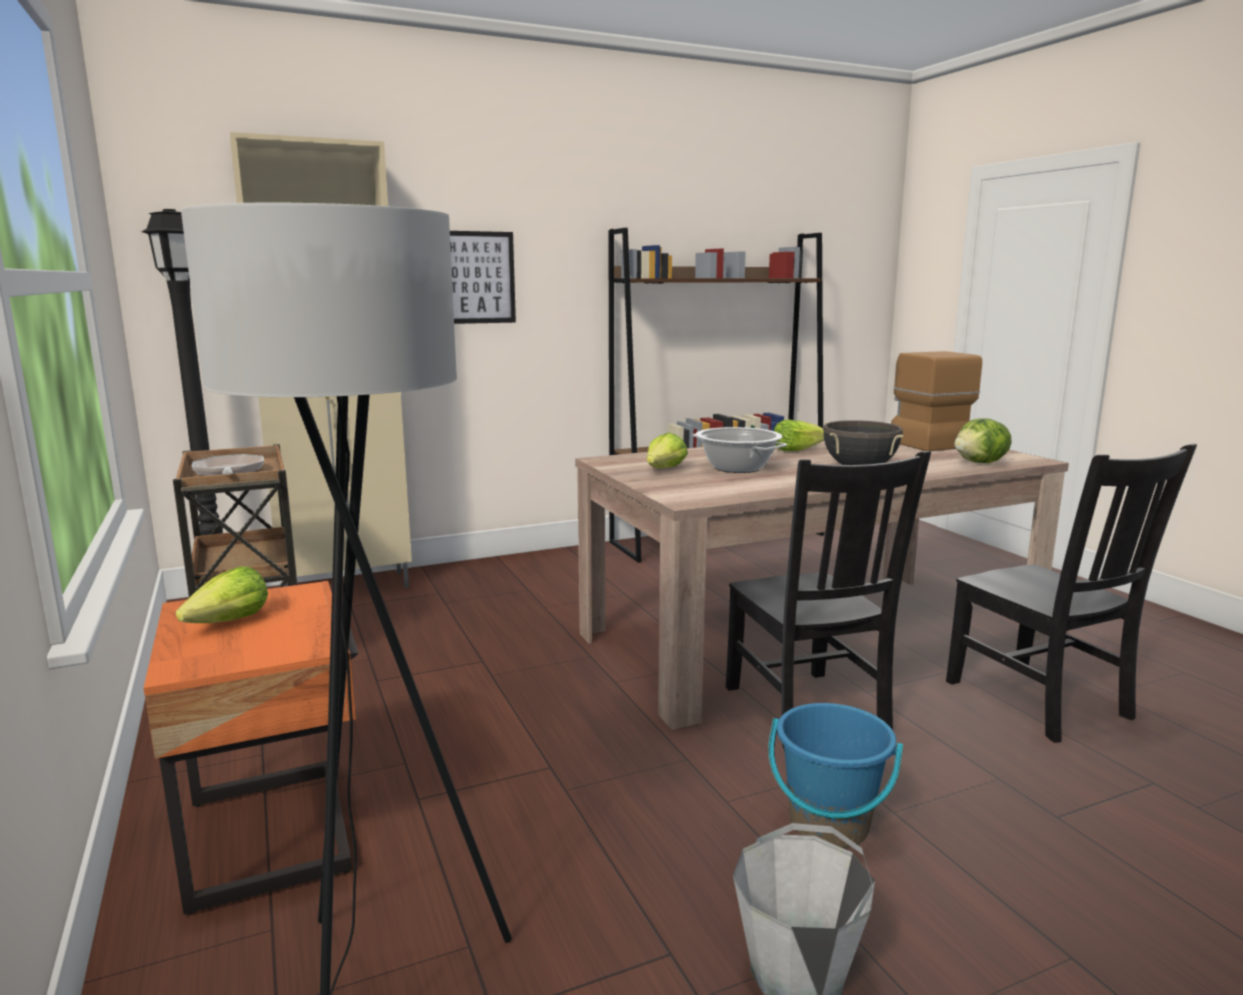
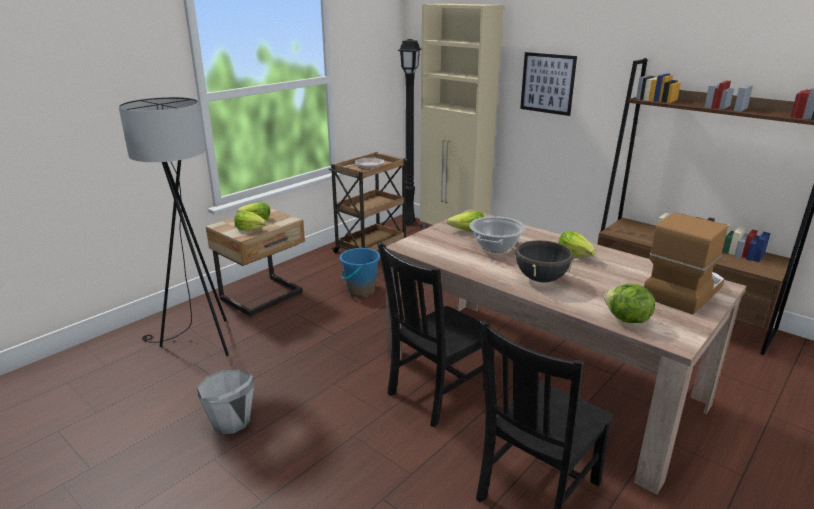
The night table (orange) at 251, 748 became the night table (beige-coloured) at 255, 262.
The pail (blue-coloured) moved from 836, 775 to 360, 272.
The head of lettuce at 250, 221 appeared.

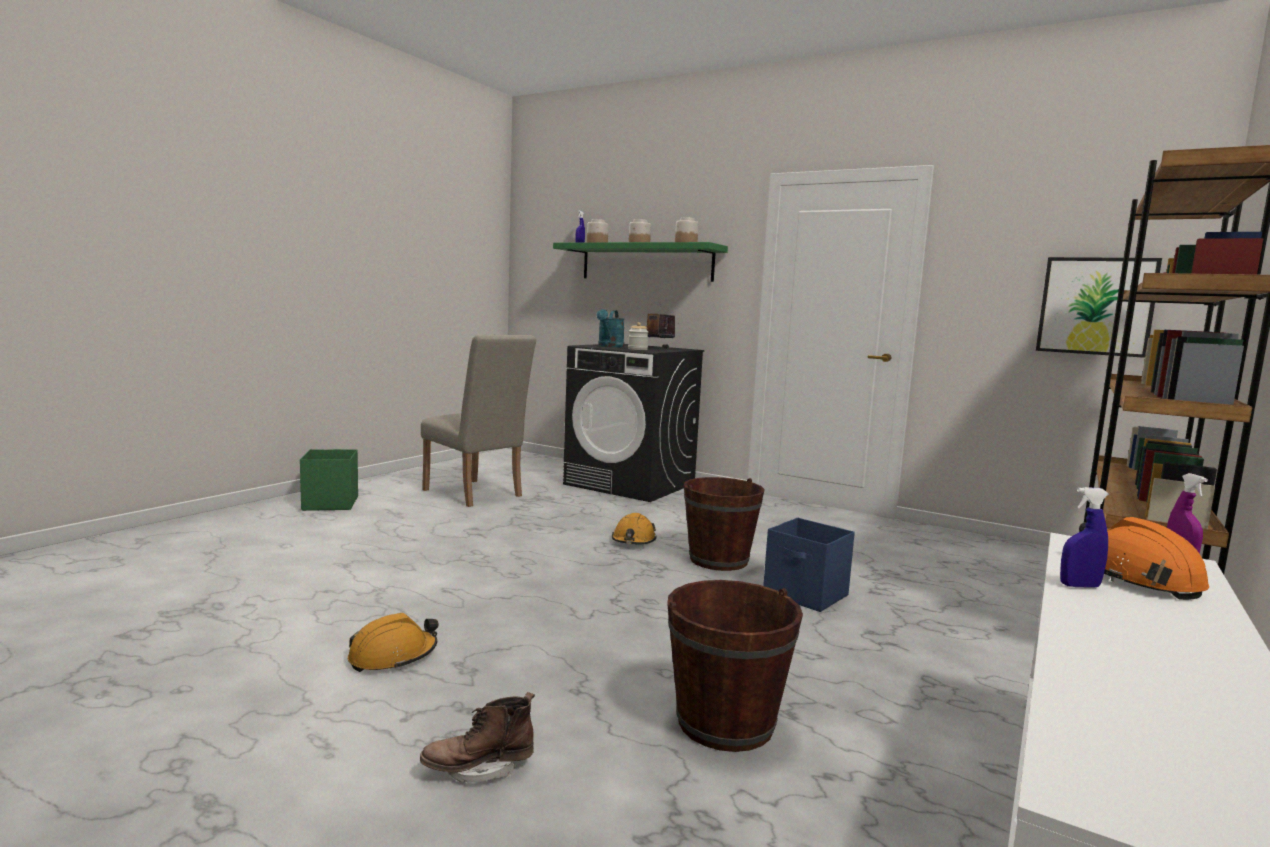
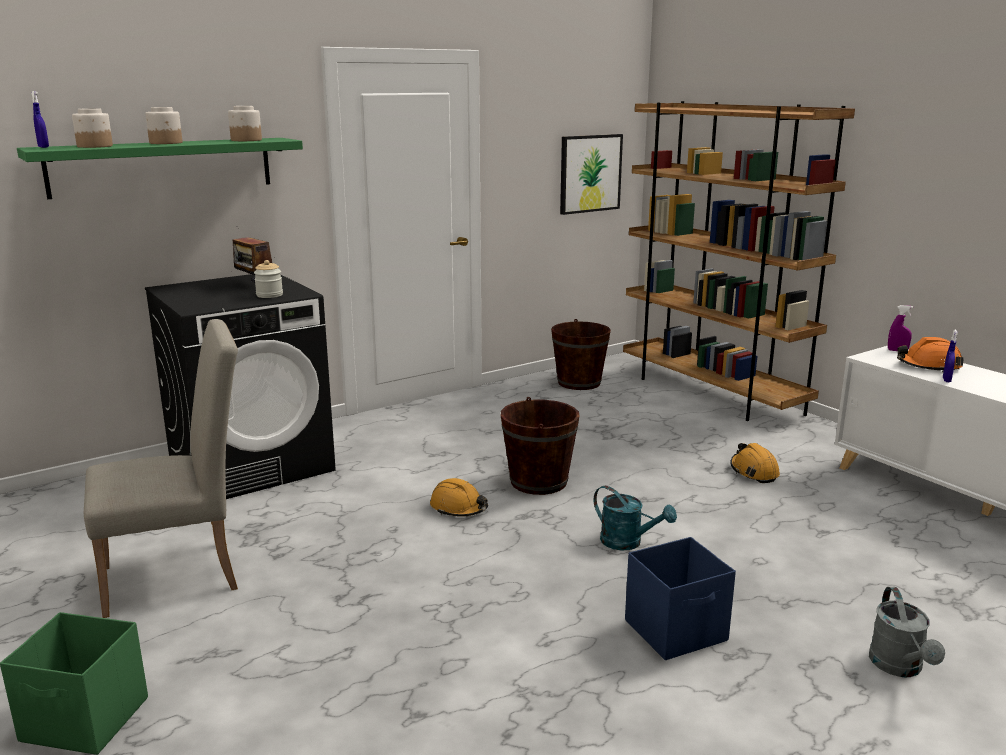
The watering can (turquoise-coloured) moved from 610, 328 to 635, 518.
The storage bin (blue-coloured) moved from 809, 565 to 680, 598.
The pail (brown) moved from 735, 666 to 581, 354.
The work helmet (orange) moved from 393, 642 to 755, 463.
The tall boot (brown) at 477, 737 was replaced by the watering can (greyish) at 907, 632.

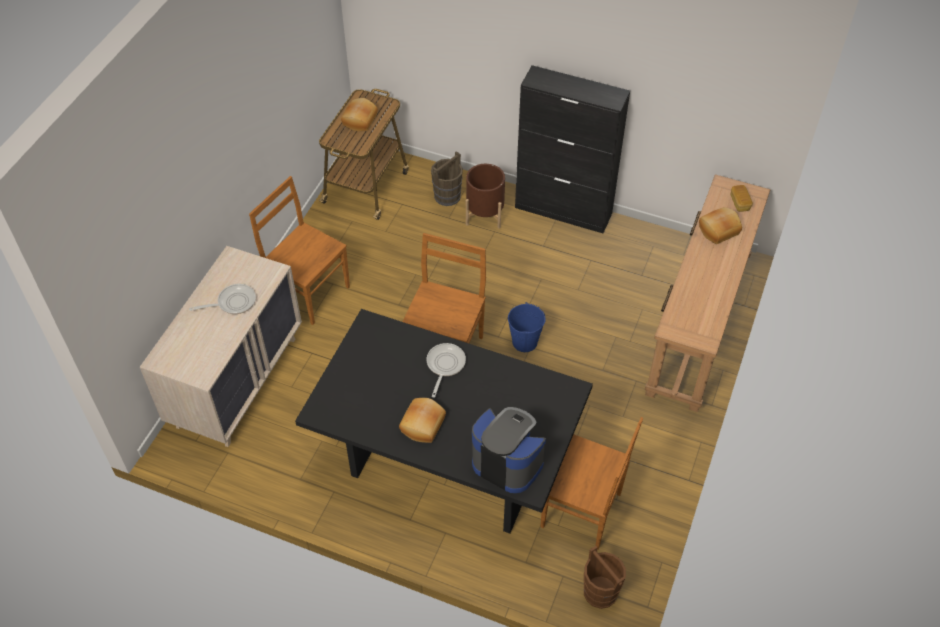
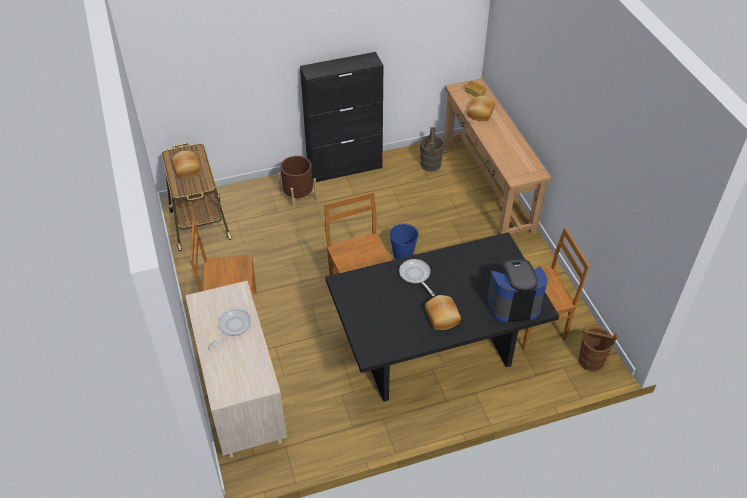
The pail (brown) moved from 447, 178 to 432, 149.

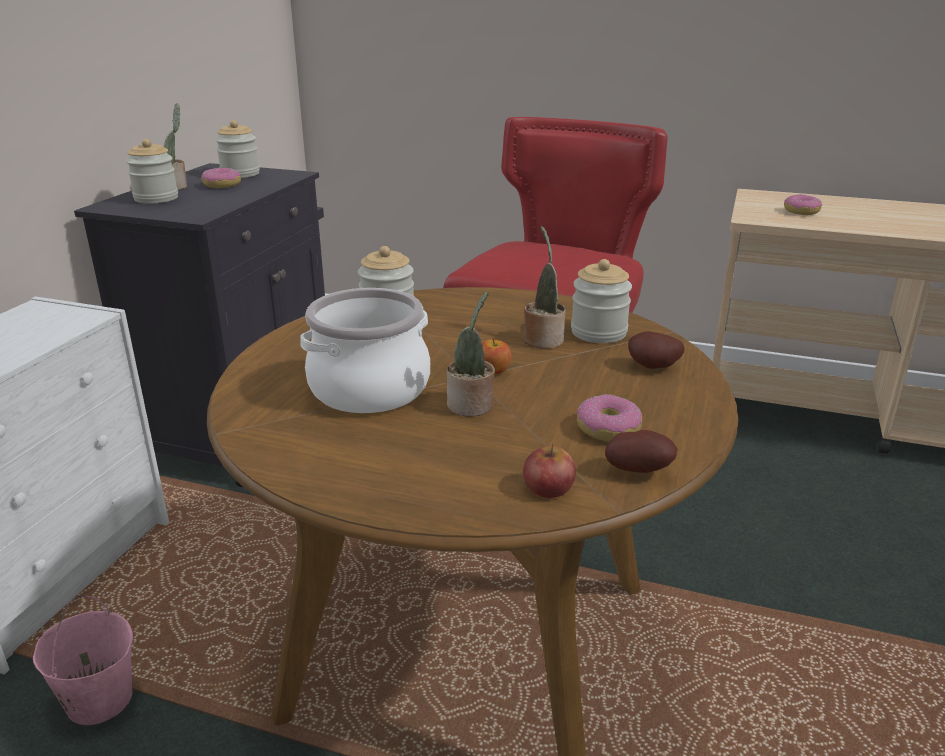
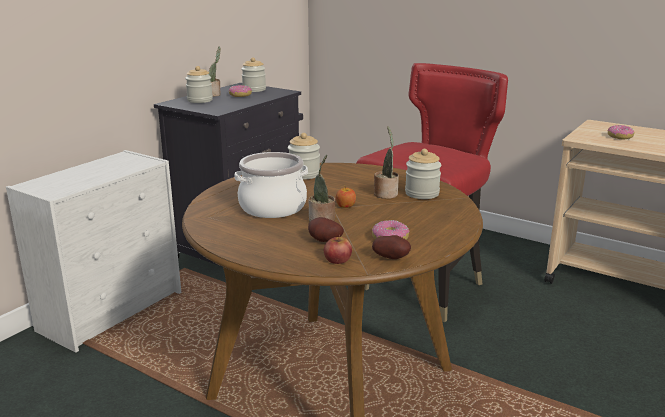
The potato moved from 656, 350 to 326, 229.
The pail (pink-coloured) at 83, 660 disappeared.

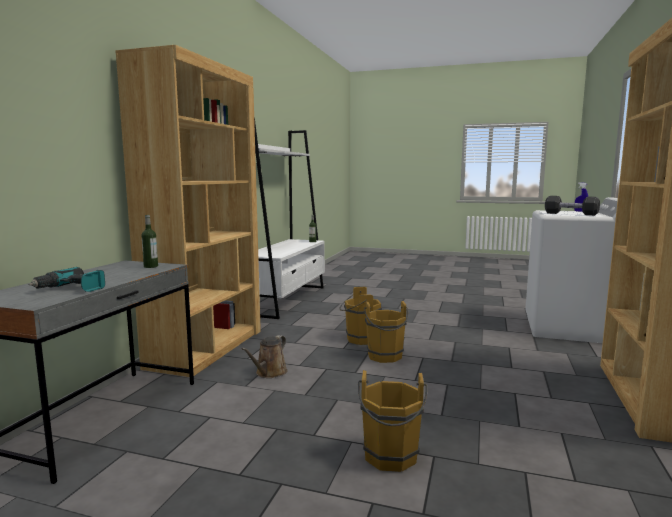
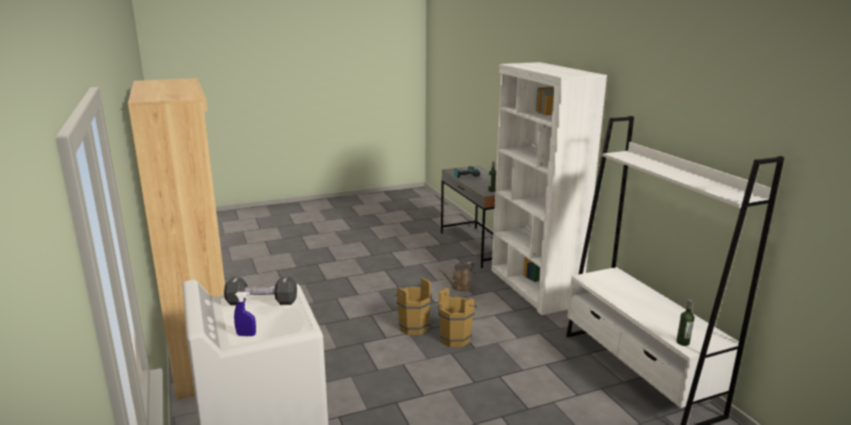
The bookshelf (brown) at 188, 211 became the bookshelf (white) at 549, 188.
The watering can (brown) at 264, 356 turned 120 degrees counterclockwise.
The pail (brown) at 392, 421 disappeared.

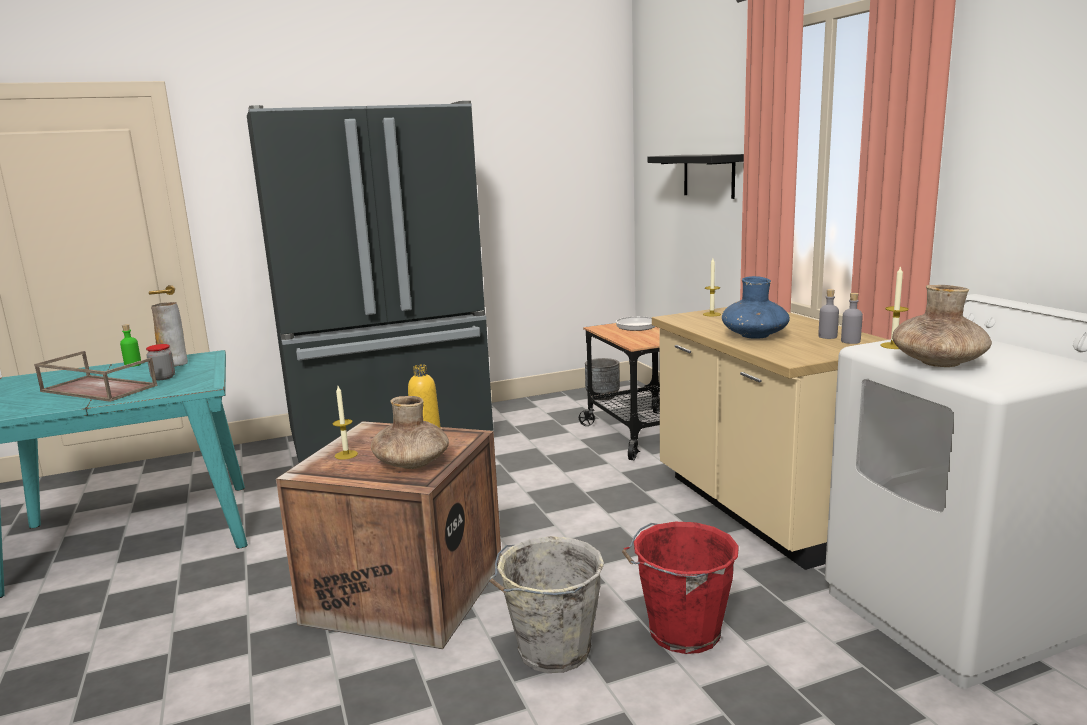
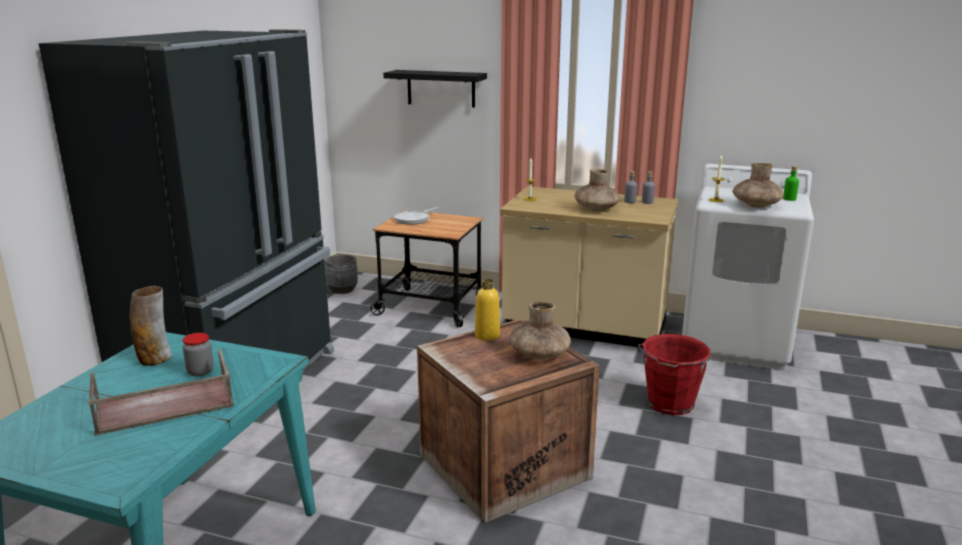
The flower vase (blue-coloured) at 756, 307 became the flower vase (brown) at 597, 189.
The drink bottle (greenish) moved from 130, 345 to 791, 183.
The wax light at 345, 423 disappeared.
The pail (greyish) at 547, 604 disappeared.

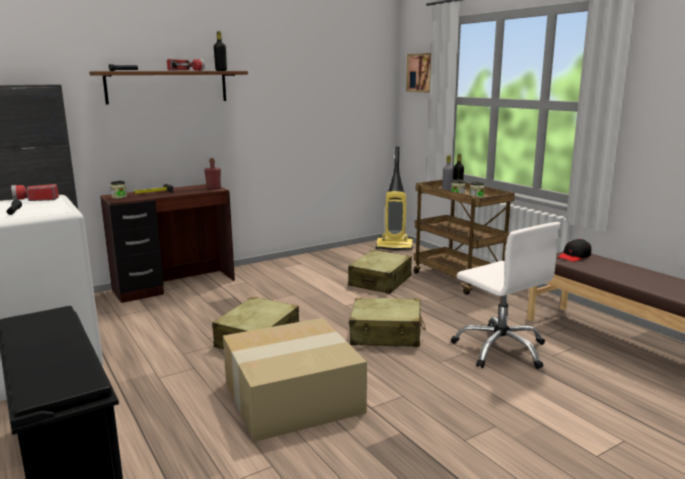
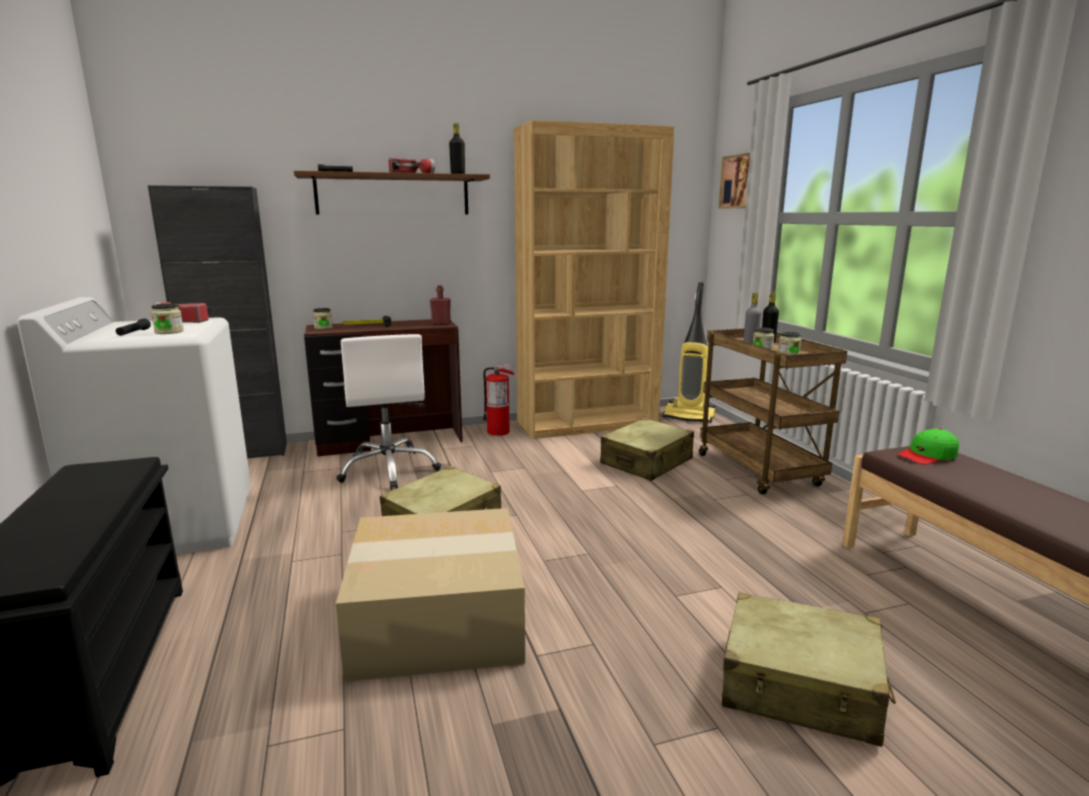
The computer chair (white) moved from 506, 295 to 388, 412.
The baseball cap (blackish) at 574, 250 became the baseball cap (greenish) at 928, 446.
The piece of luggage (beige-coloured) moved from 387, 322 to 809, 669.
The bookshelf (brown) at 594, 279 appeared.
The preserve jar at 167, 318 appeared.
The extinguisher at 498, 399 appeared.

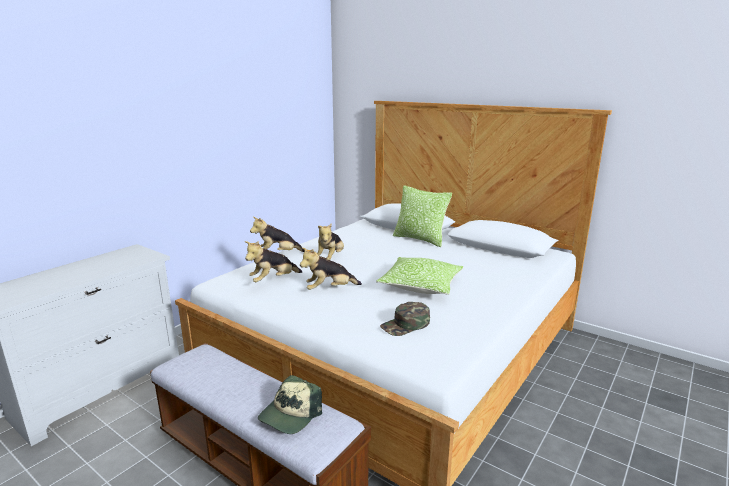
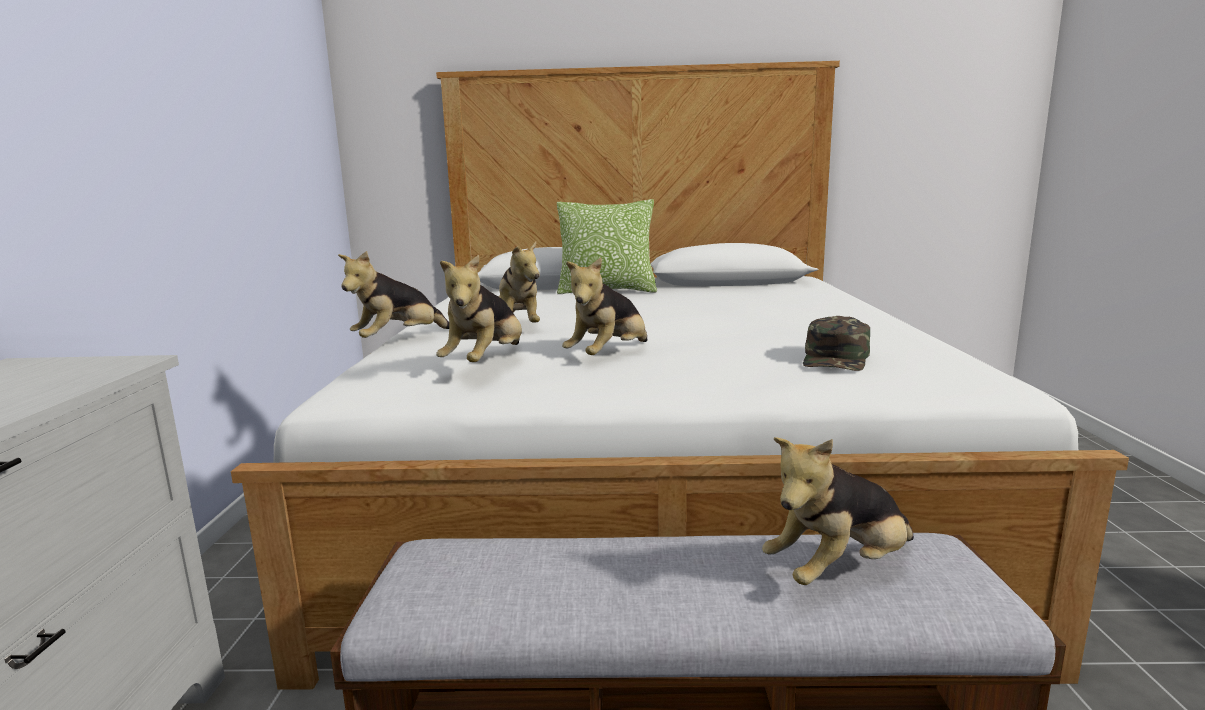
The throw pillow at 419, 276 disappeared.
The baseball cap at 290, 404 was replaced by the plush toy at 838, 511.

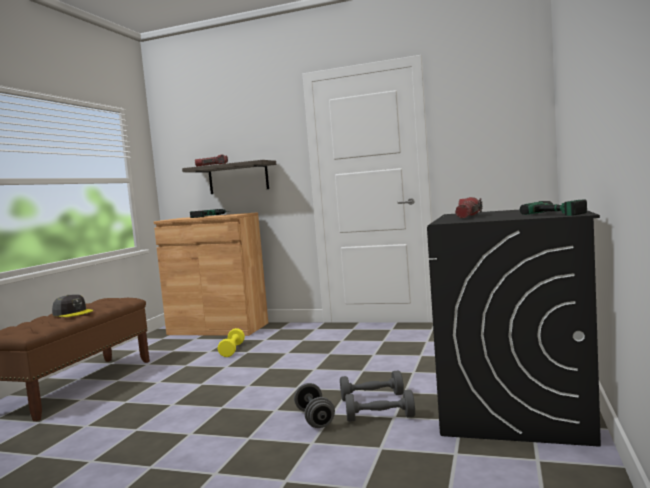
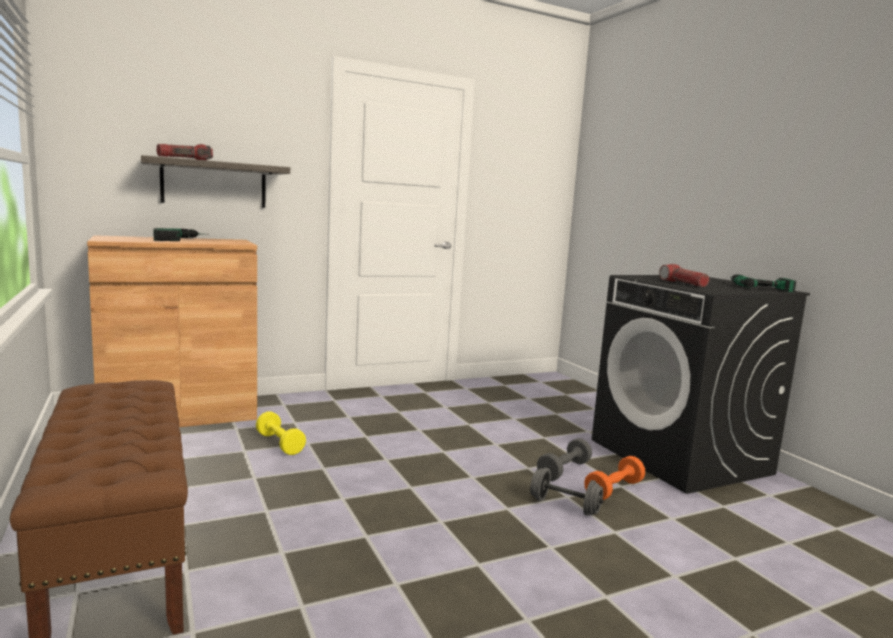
The baseball cap (greyish) at 72, 305 disappeared.
The hand weight (greyish) at 380, 406 became the hand weight (orange) at 614, 478.

